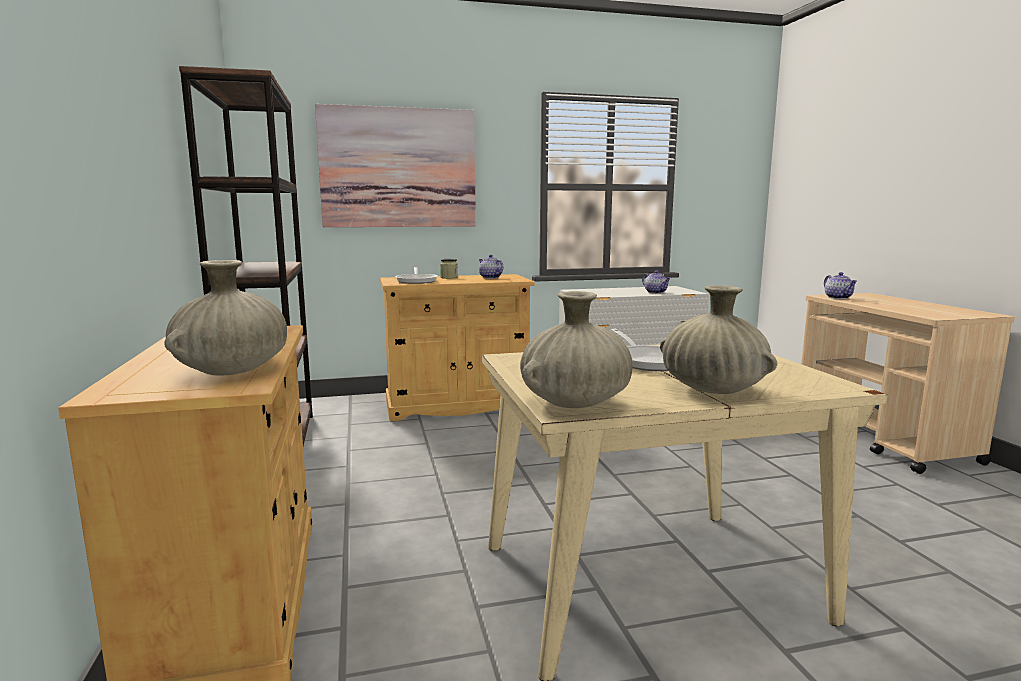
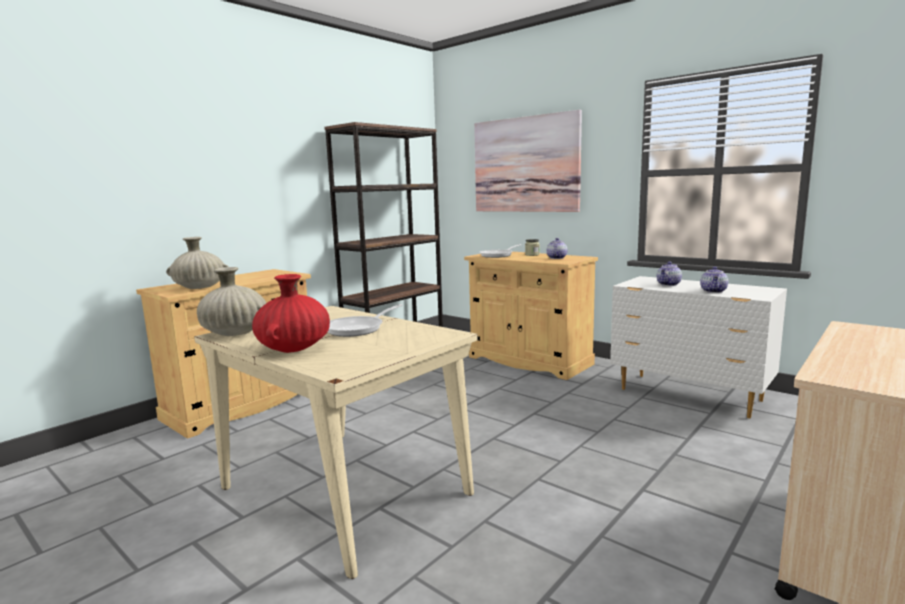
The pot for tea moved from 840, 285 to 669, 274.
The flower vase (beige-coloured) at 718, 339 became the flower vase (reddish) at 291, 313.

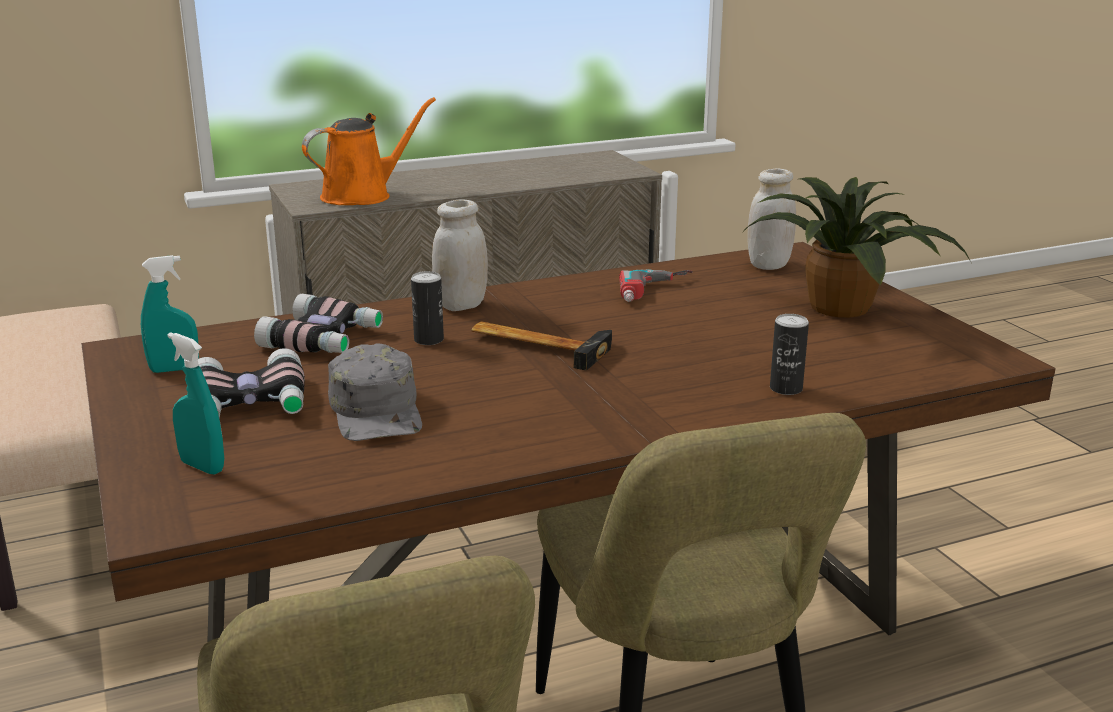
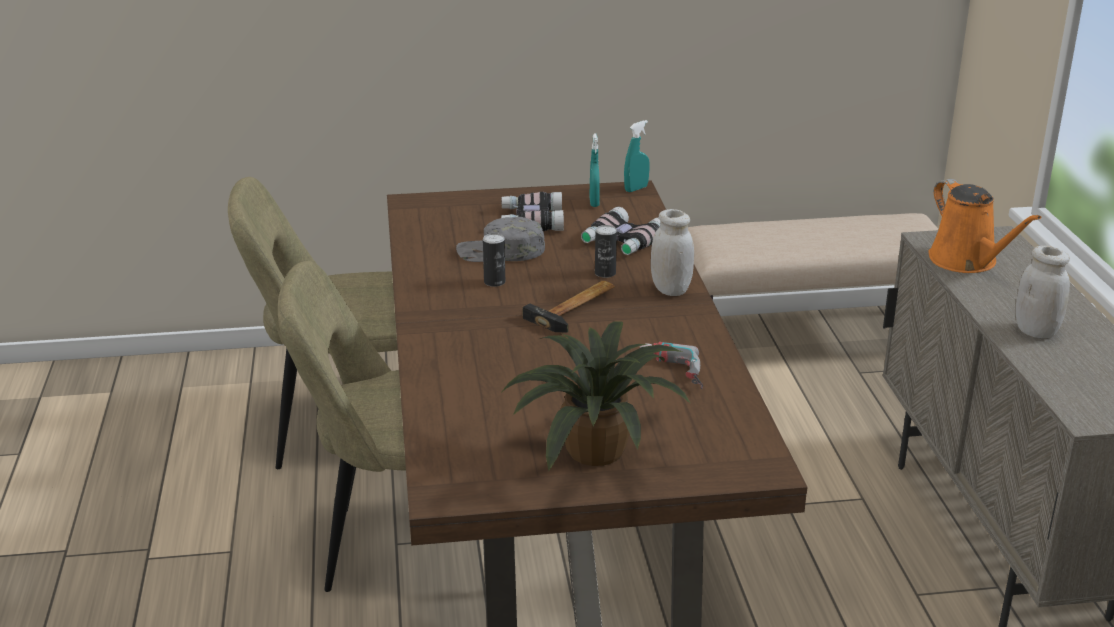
The preserve jar (white) moved from 771, 219 to 1043, 292.
The metal can moved from 789, 354 to 494, 260.
The sprayer (turquoise-coloured) moved from 196, 403 to 636, 156.

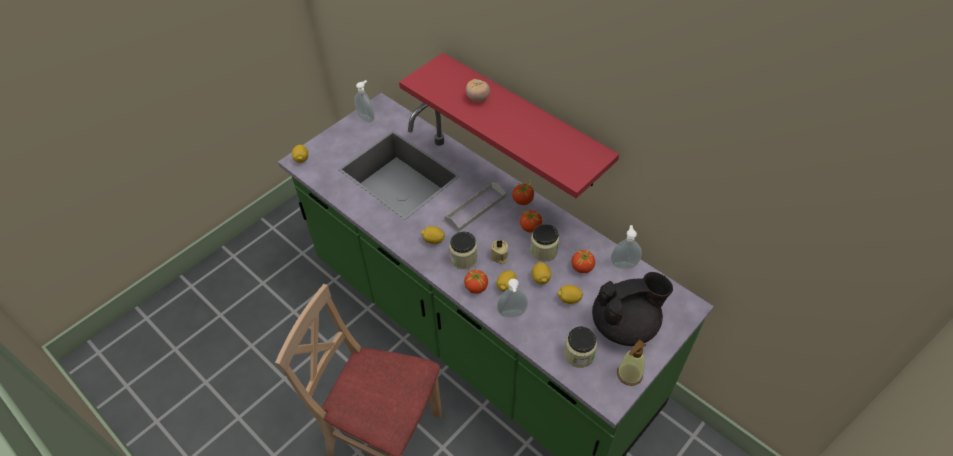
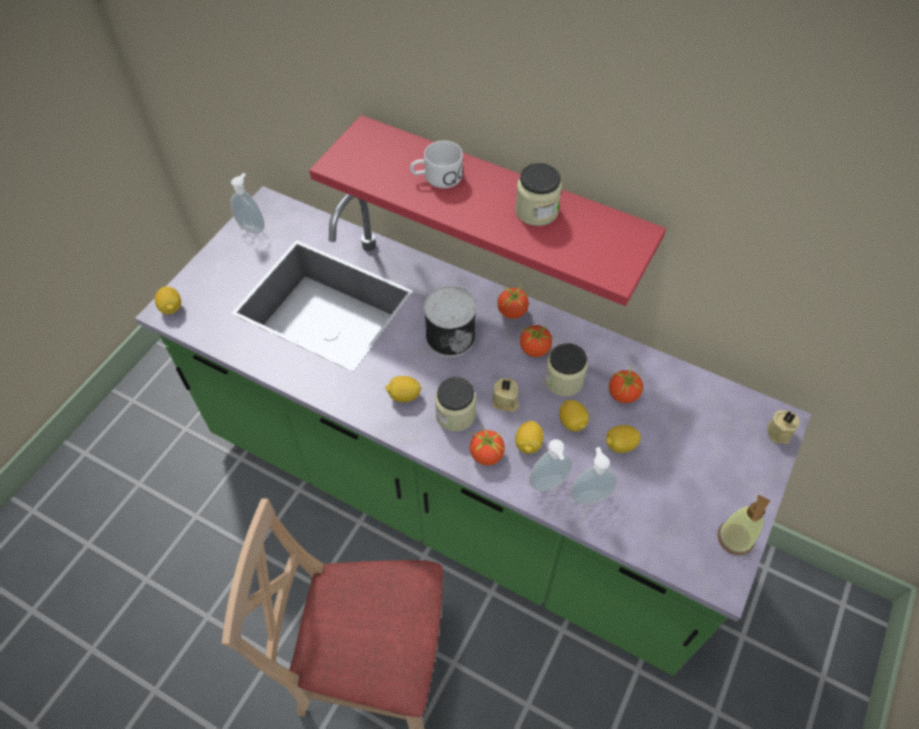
The fresh tomato at 478, 90 was replaced by the mug (white) at 436, 164.
The serving tray (greyish) at 475, 207 was replaced by the metal can at 450, 321.
The liquid soap bottle moved from 626, 247 to 594, 476.
The pot for tea (blackish) at 632, 309 disappeared.
The preserve jar moved from 580, 347 to 538, 194.
The wax light (beige-coloured) at 783, 427 appeared.

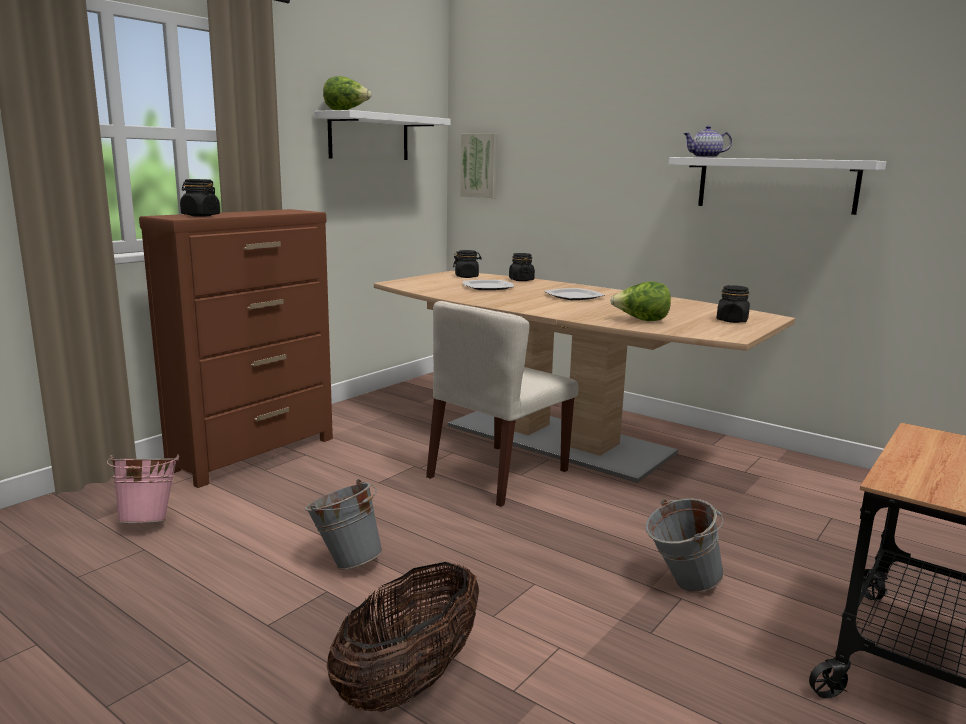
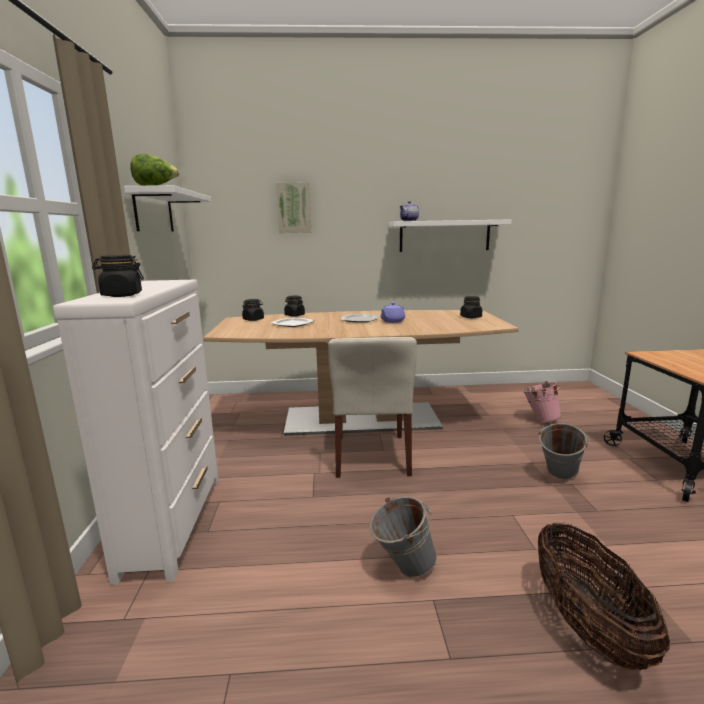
The picture moved from 479, 166 to 293, 207.
The drawer chest (brown) at 236, 348 became the drawer chest (white) at 135, 432.
The head of lettuce at 640, 301 disappeared.
The pail (pink-coloured) moved from 143, 488 to 542, 401.
The pot for tea (purple-coloured) at 393, 312 appeared.

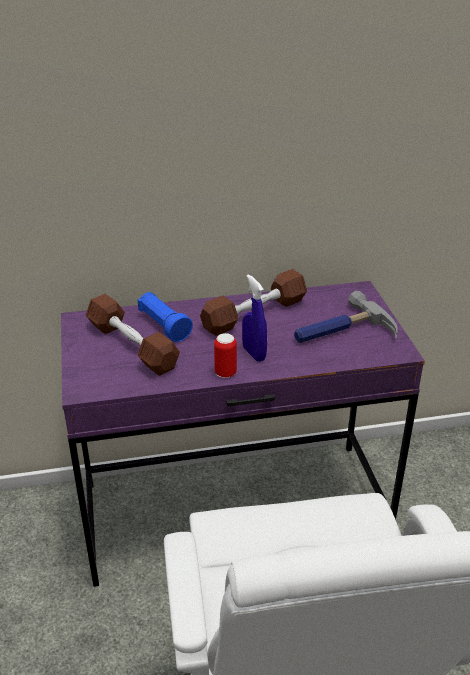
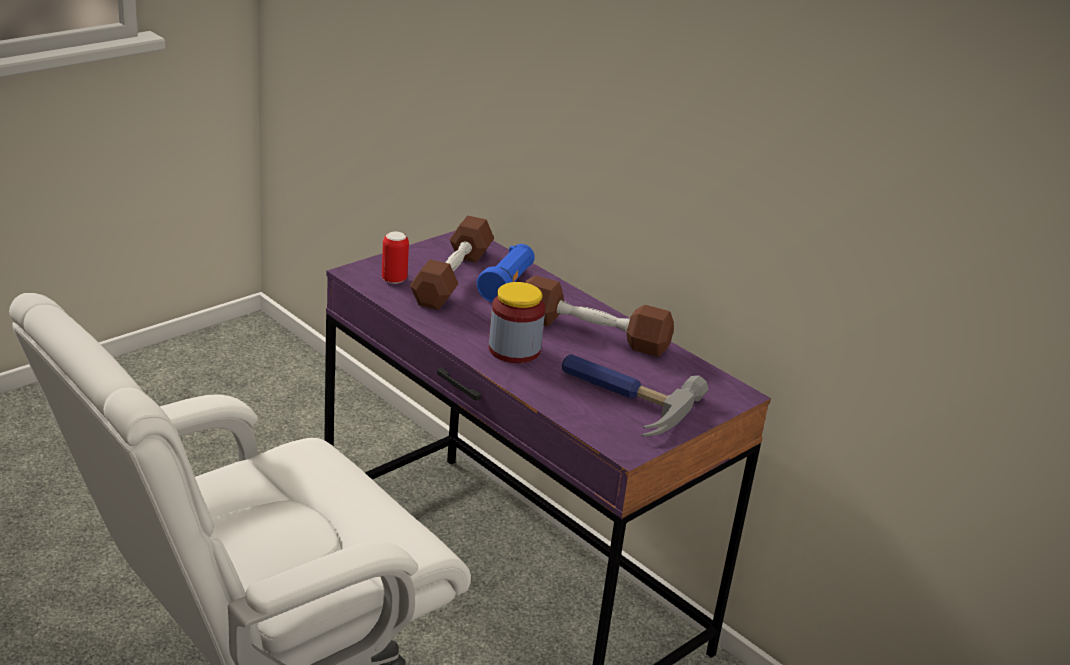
The sprayer (blue-coloured) at 254, 318 was replaced by the preserve jar at 517, 322.
The metal can moved from 225, 355 to 395, 258.

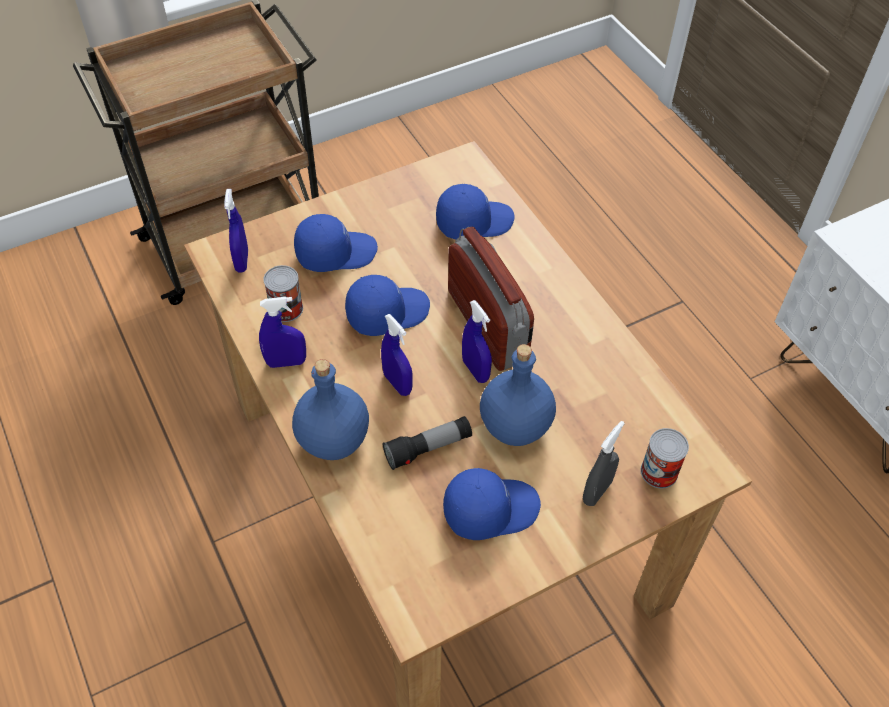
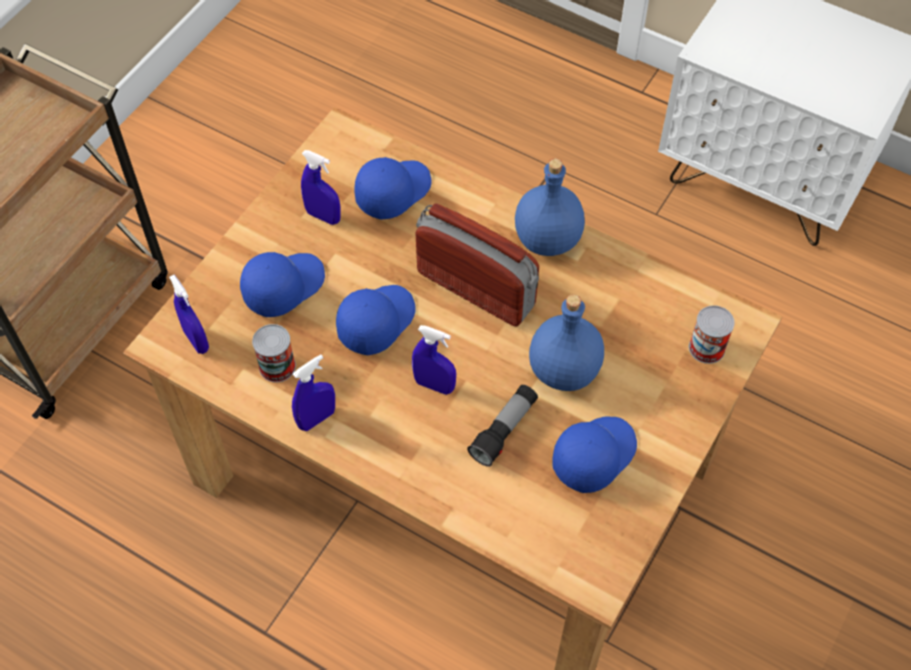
The sprayer (blue-coloured) moved from 477, 341 to 321, 187.
The drink bottle (blue-coloured) moved from 330, 409 to 550, 207.
The sprayer (greyish) at 604, 463 disappeared.

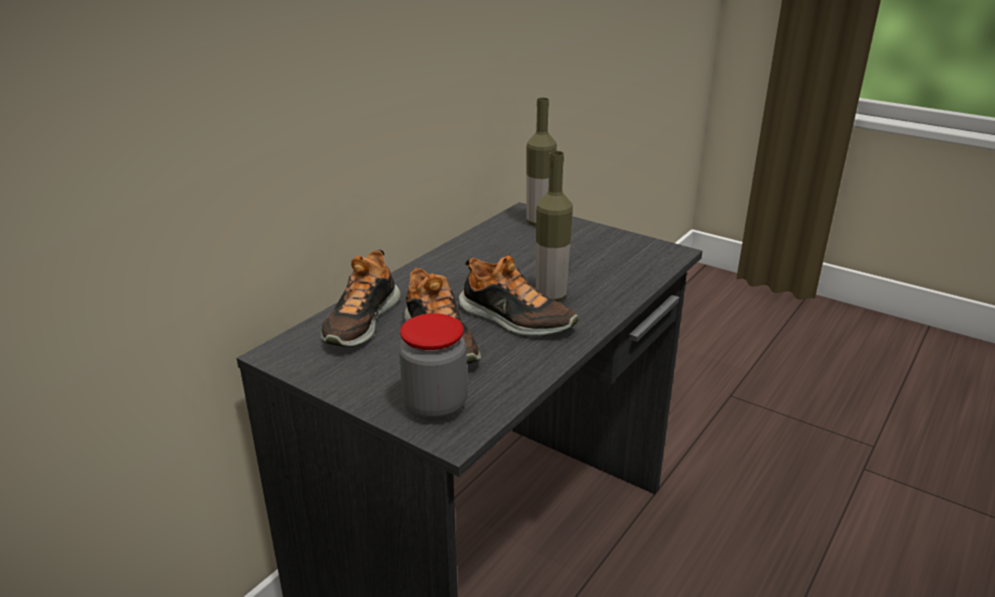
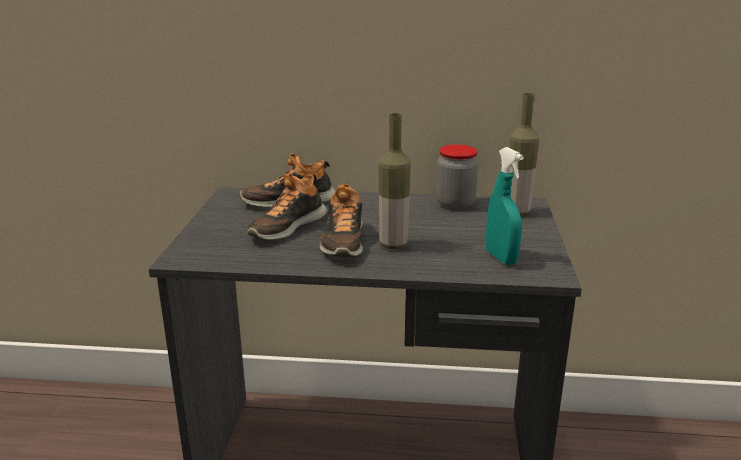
The preserve jar moved from 433, 367 to 457, 177.
The sprayer (turquoise-coloured) at 505, 206 appeared.

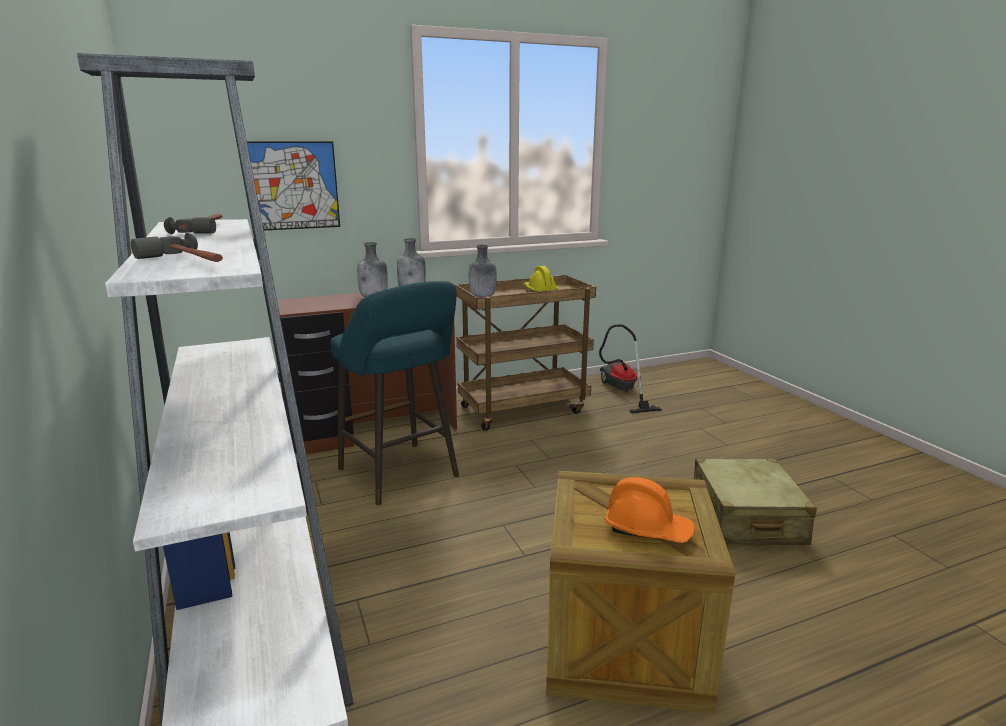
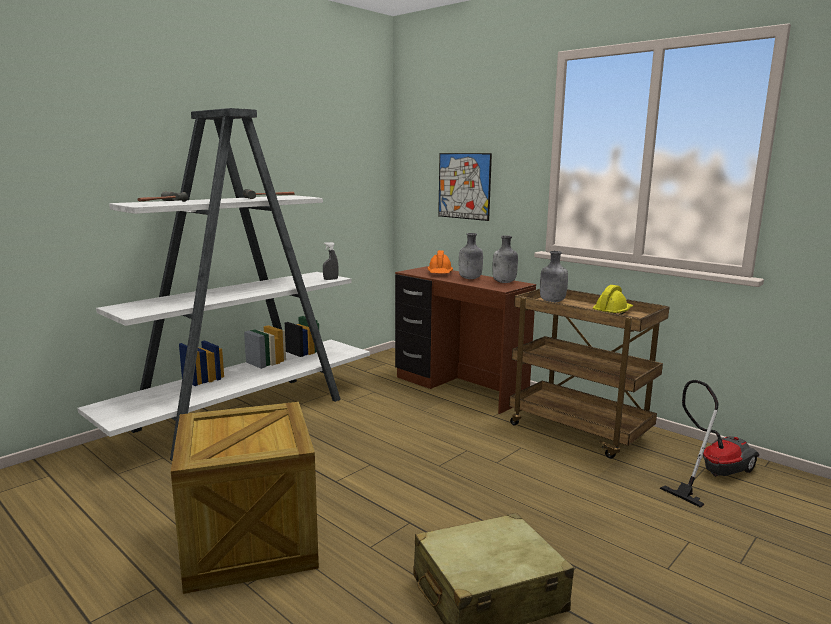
The sitting stool (turquoise-coloured) at 395, 393 disappeared.
The work helmet (orange) moved from 650, 510 to 440, 262.
The sprayer (greyish) at 330, 261 appeared.

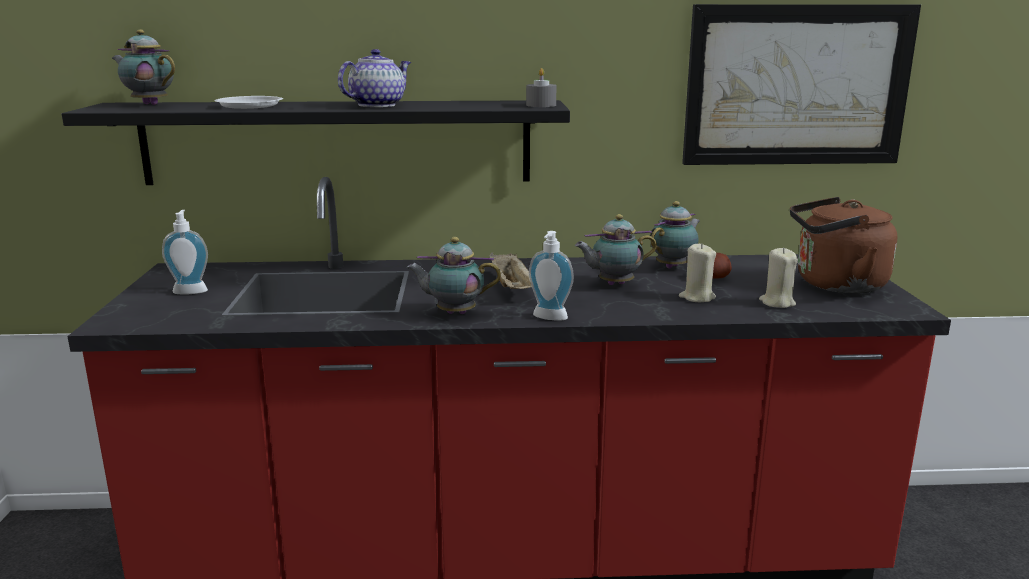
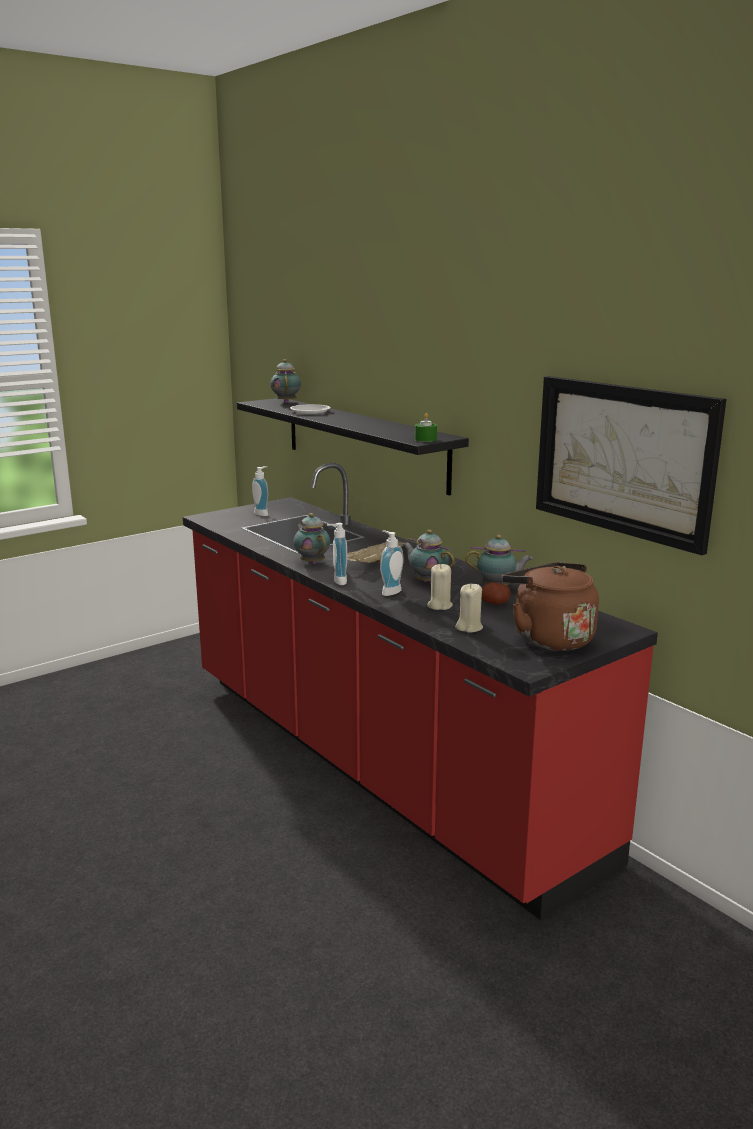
The pot for tea at 374, 78 disappeared.
The wax light (greyish) at 541, 87 became the wax light (greenish) at 426, 427.
The liquid soap bottle at 391, 563 appeared.

